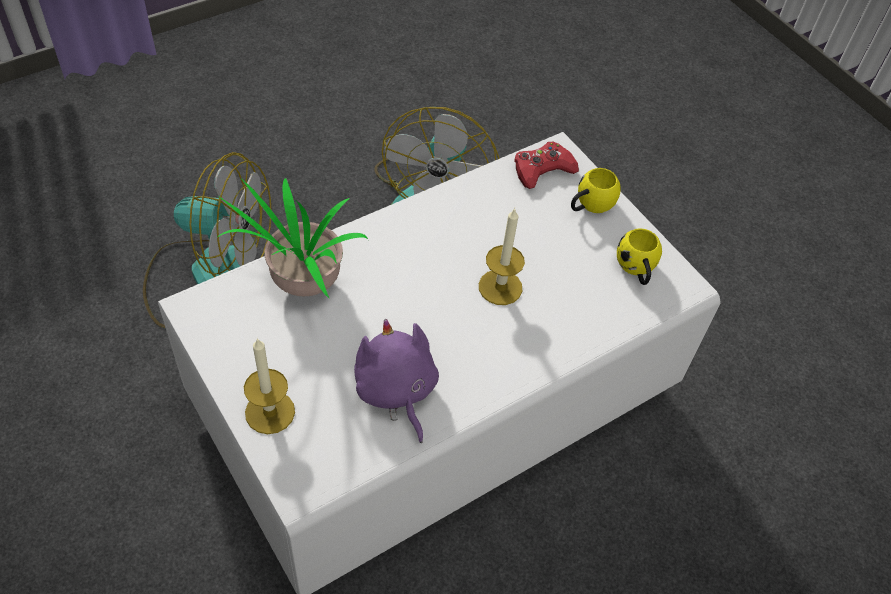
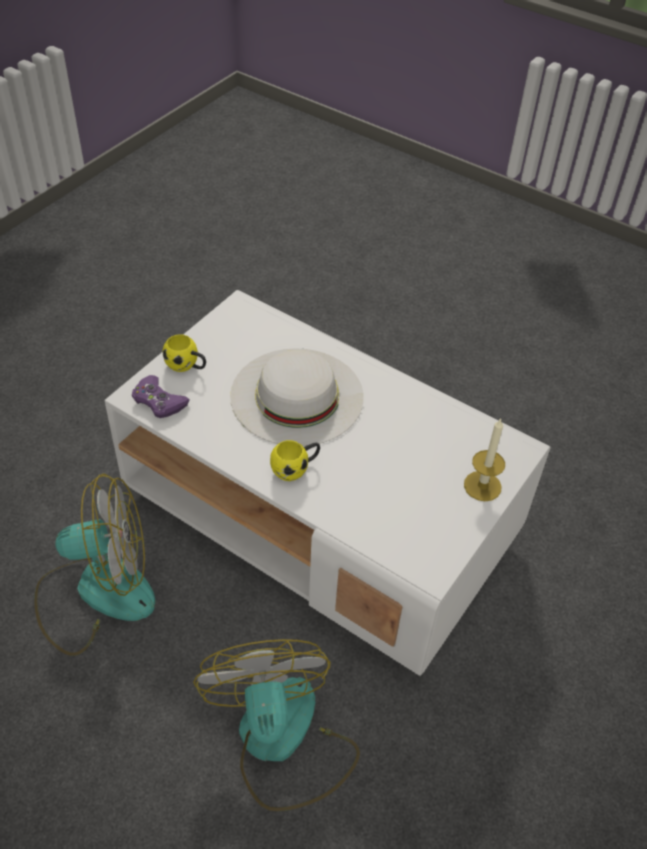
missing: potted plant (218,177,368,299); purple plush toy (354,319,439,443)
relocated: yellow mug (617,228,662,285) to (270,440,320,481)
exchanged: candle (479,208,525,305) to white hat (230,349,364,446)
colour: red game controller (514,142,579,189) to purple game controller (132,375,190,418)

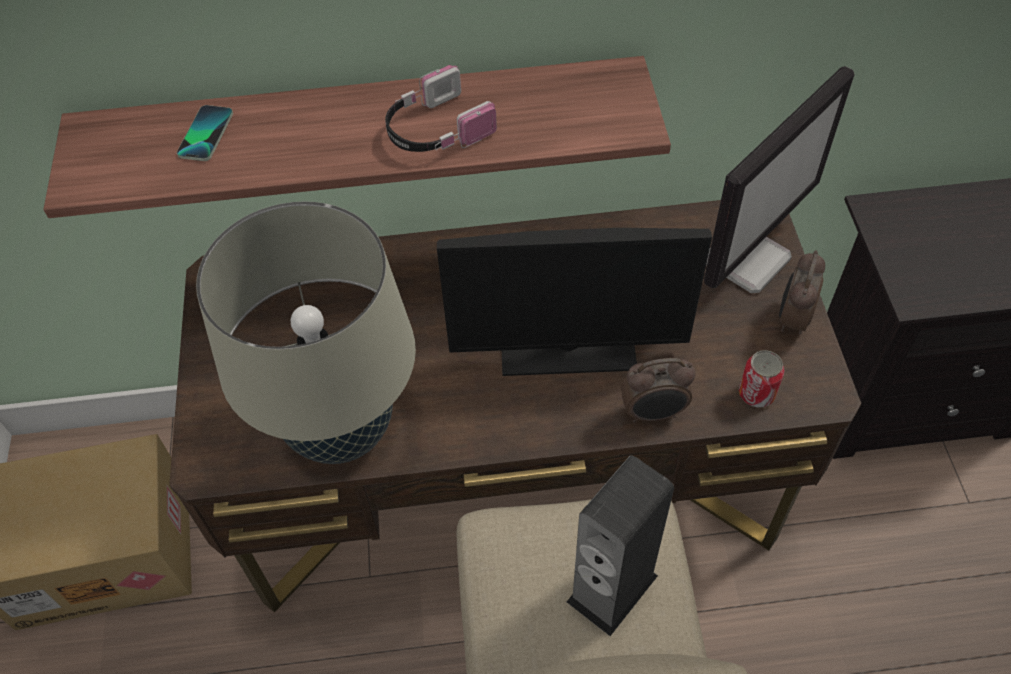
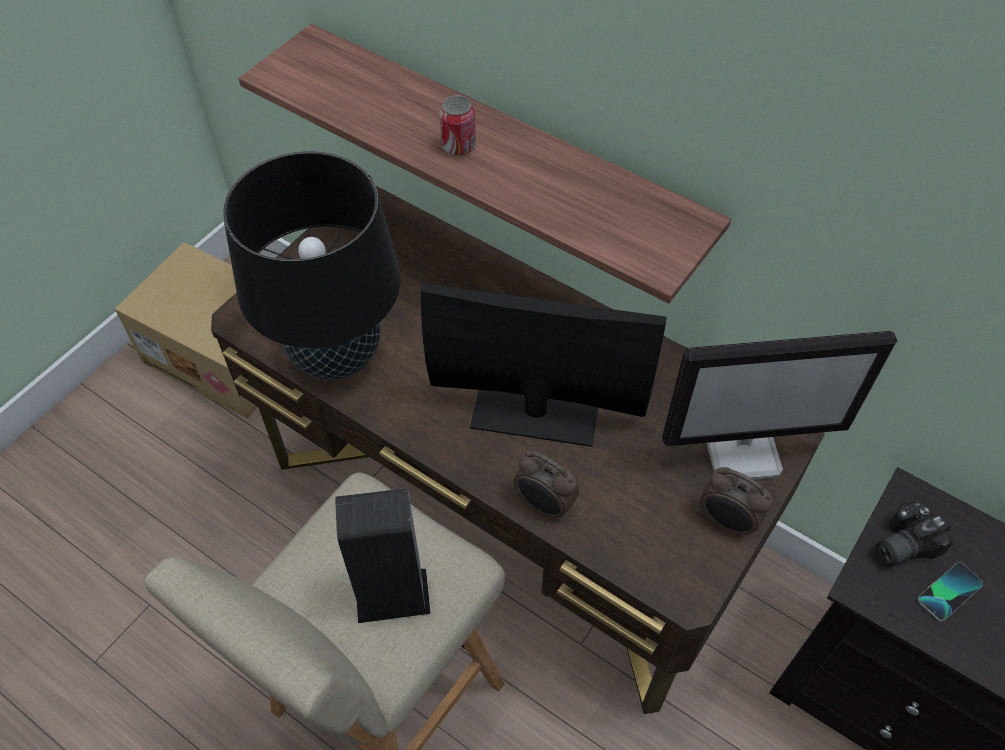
missing: headphones (385,65,497,152)
appeared: photo camera (875,499,953,566)
relocated: phone (177,105,233,161) to (918,562,983,621); can (739,350,785,407) to (439,95,476,156)
colour: beige table lamp (196,201,416,464) to black table lamp (223,151,401,380)
spun: monitor (437,228,712,376) = (420,283,667,447) 150 degrees clockwise; alarm clock (779,251,825,334) = (700,467,773,537) 120 degrees counterclockwise

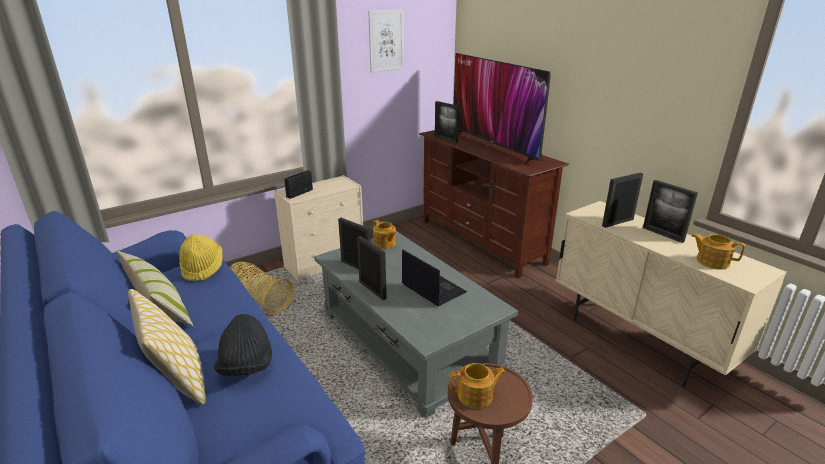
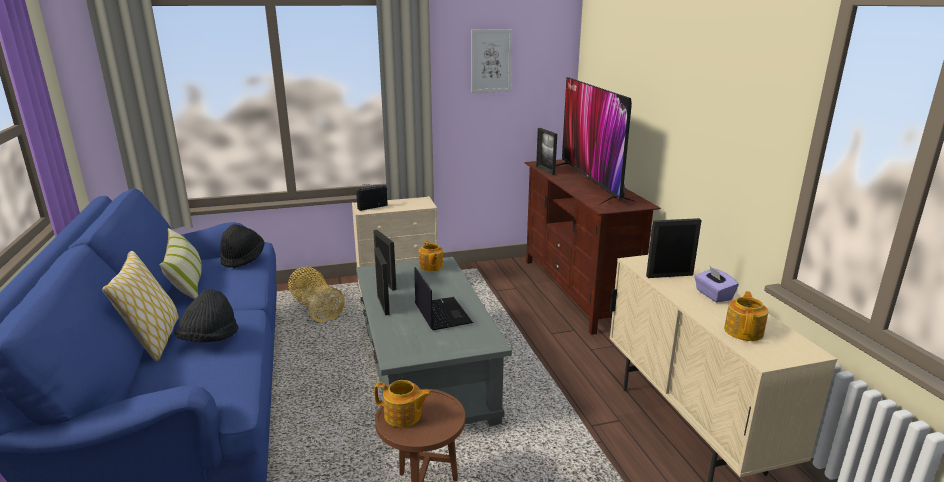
exchanged: picture frame (643,180,698,243) to purple tissue box (694,265,739,302)
colour: yellow hat (179,234,223,281) to black hat (220,224,264,268)
spun: teapot (691,233,745,270) = (724,291,769,341) 60 degrees clockwise

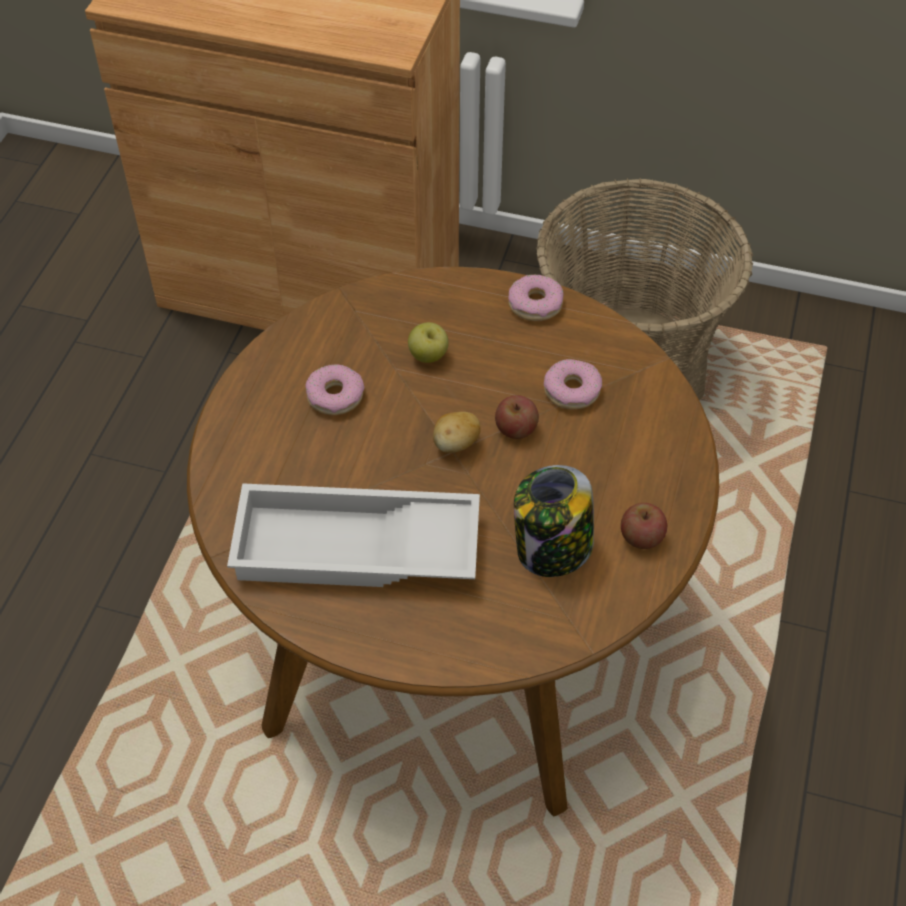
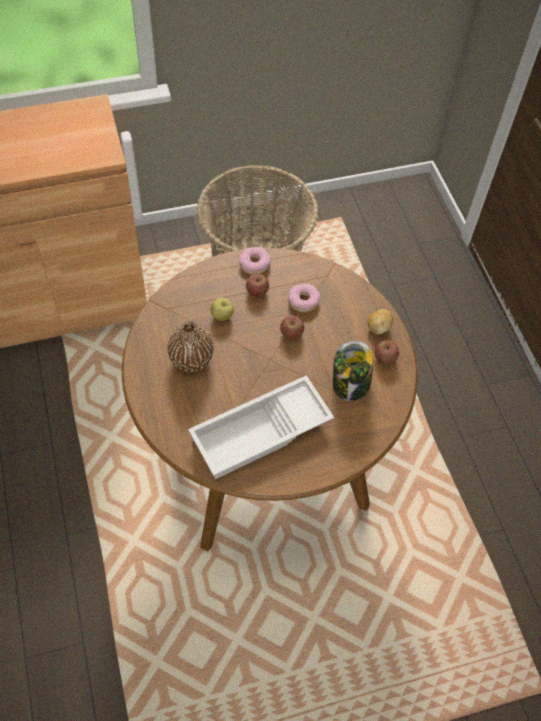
appeared: apple (246,273,269,297)
relocated: potato (433,412,481,453) to (367,309,393,334)
exchanged: donut (305,364,364,415) to brown vase (167,321,214,372)

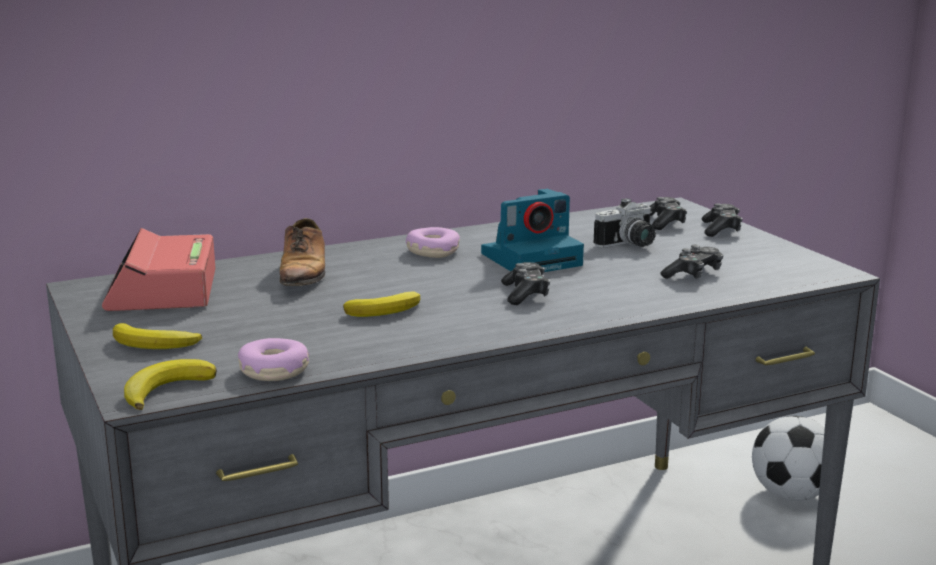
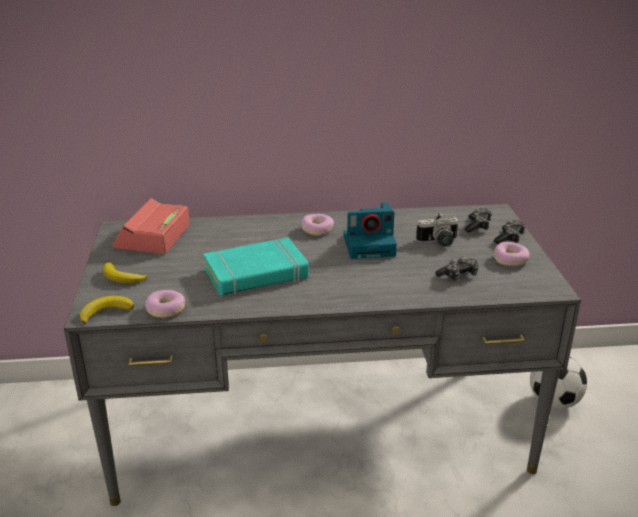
missing: shoe (280,218,325,286); game controller (501,262,550,305)
appeared: donut (493,242,529,266)
exchanged: banana (343,292,421,317) to turquoise book (203,237,309,296)

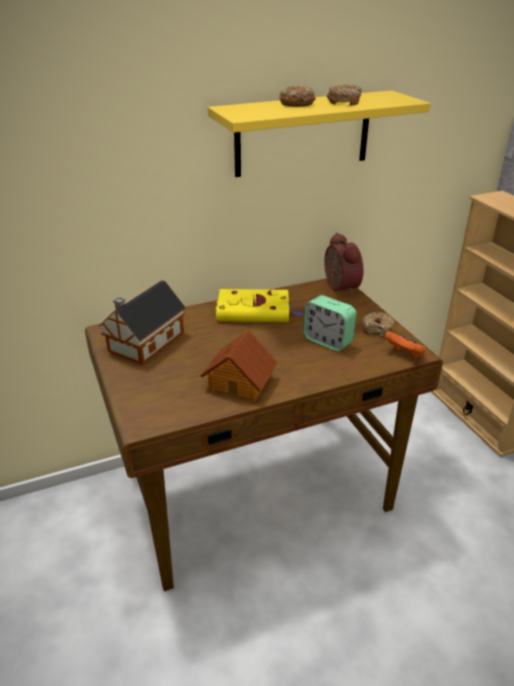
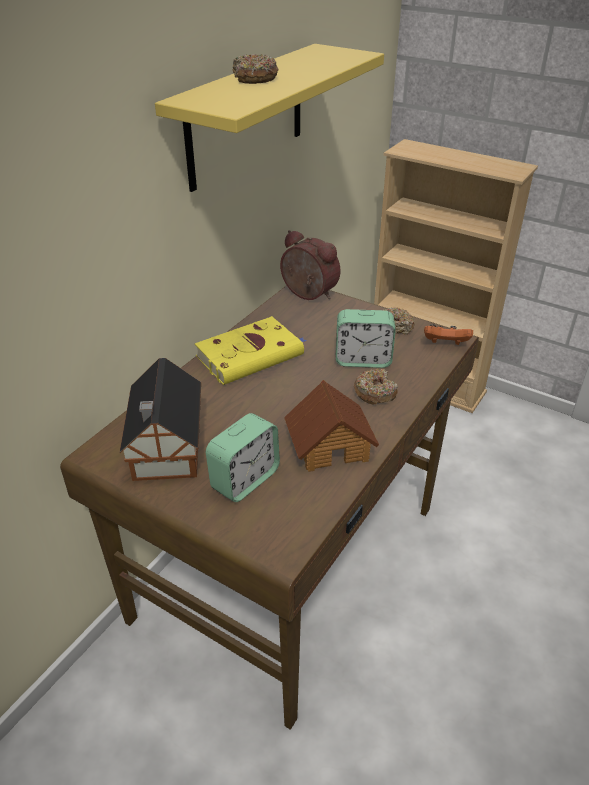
appeared: alarm clock (206,413,280,502)
relocated: donut (327,84,362,106) to (354,369,398,405)

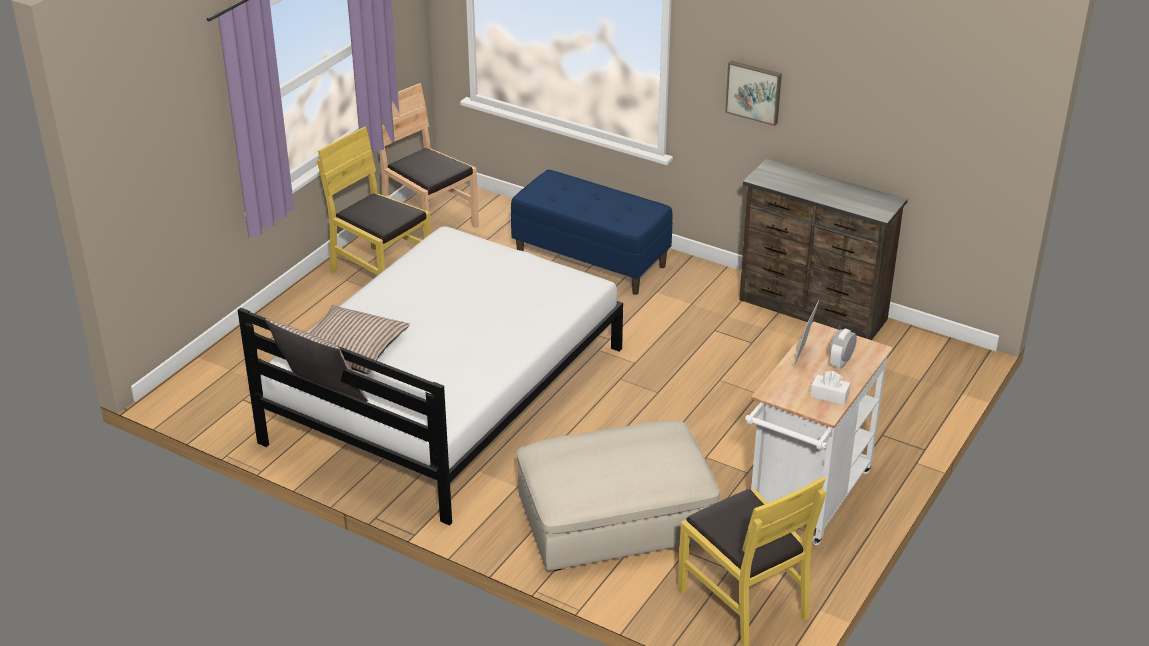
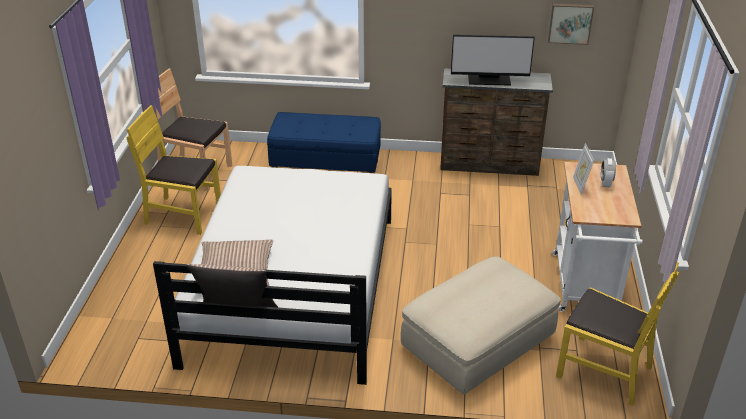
missing: white tissue box (810,371,850,405)
appeared: monitor (451,35,535,86)
relocated: picture (725,61,782,126) to (548,4,594,45)

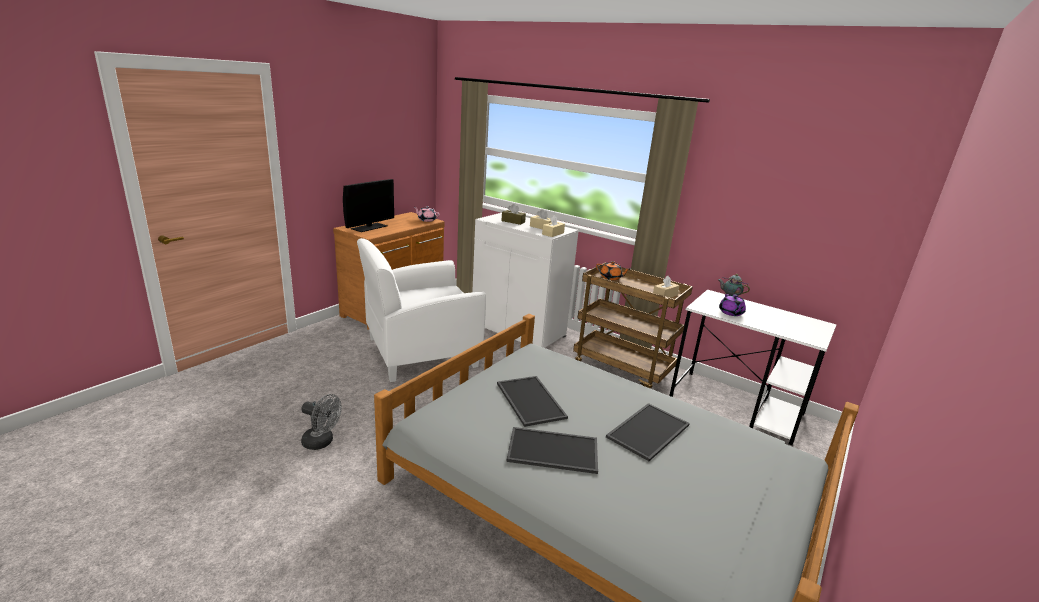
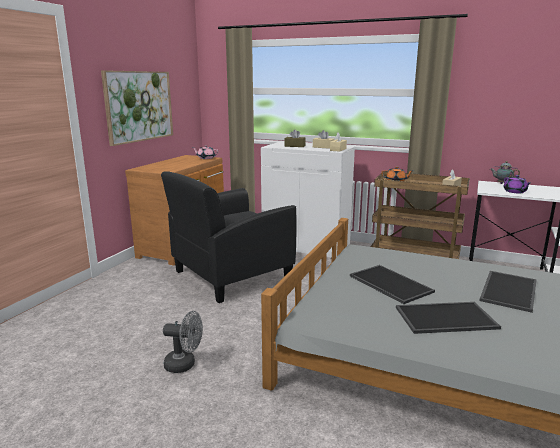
missing: monitor (343,179,394,232)
appeared: picture (101,70,173,146)
colour: white armchair (357,238,486,382) to black armchair (161,171,296,303)

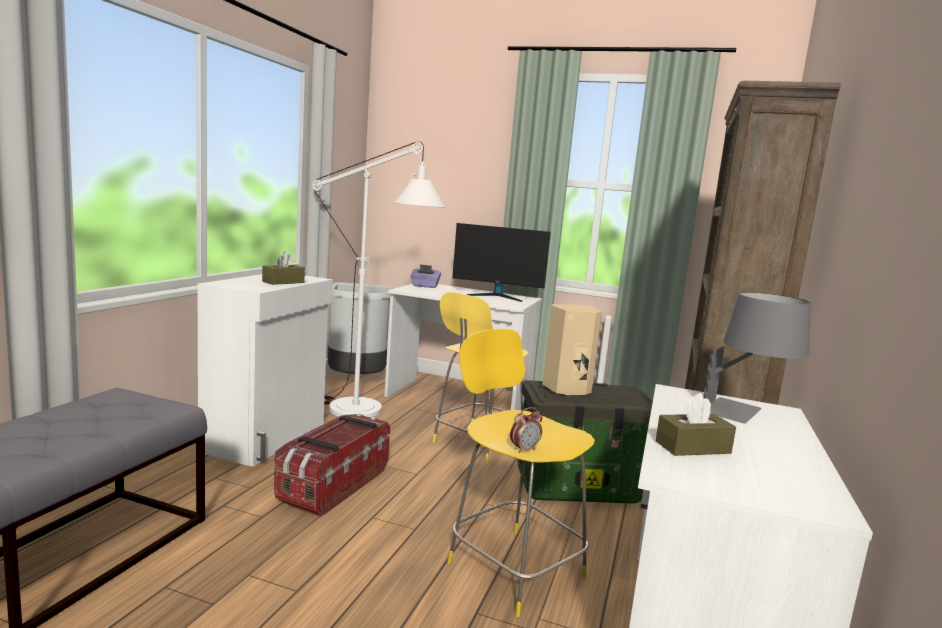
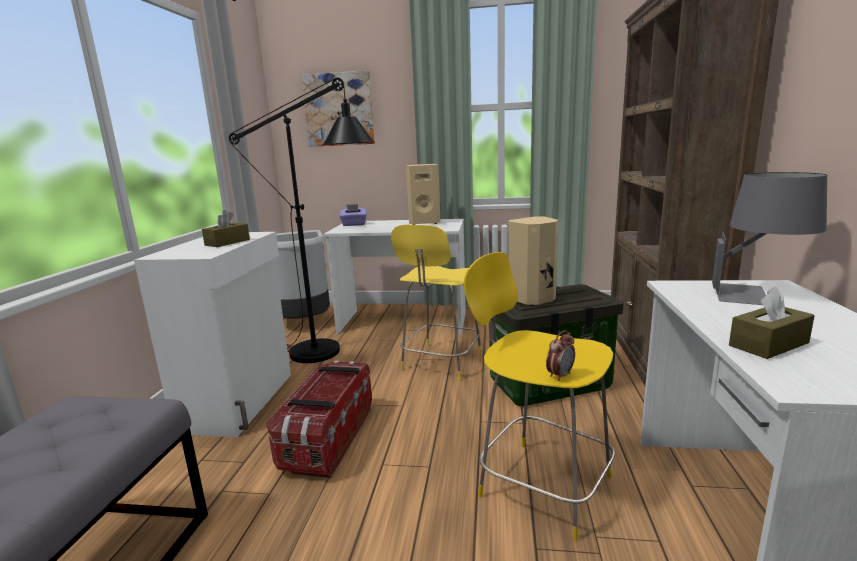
appeared: picture (301,70,375,147)
exchanged: monitor (452,223,551,302) to beige speaker (406,164,440,225)
colour: white floor lamp (313,141,446,418) to black floor lamp (229,78,375,363)

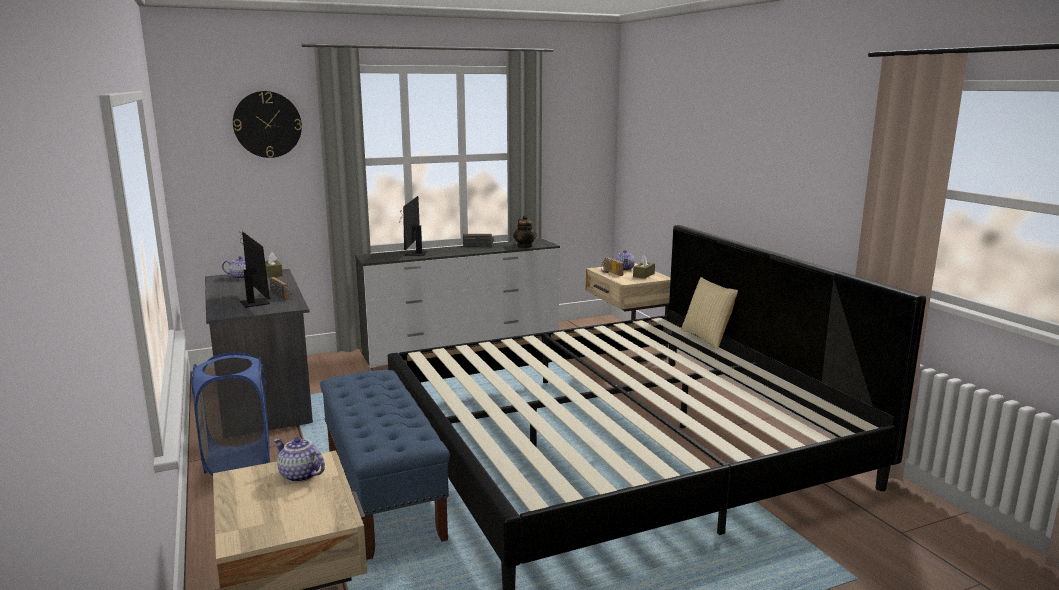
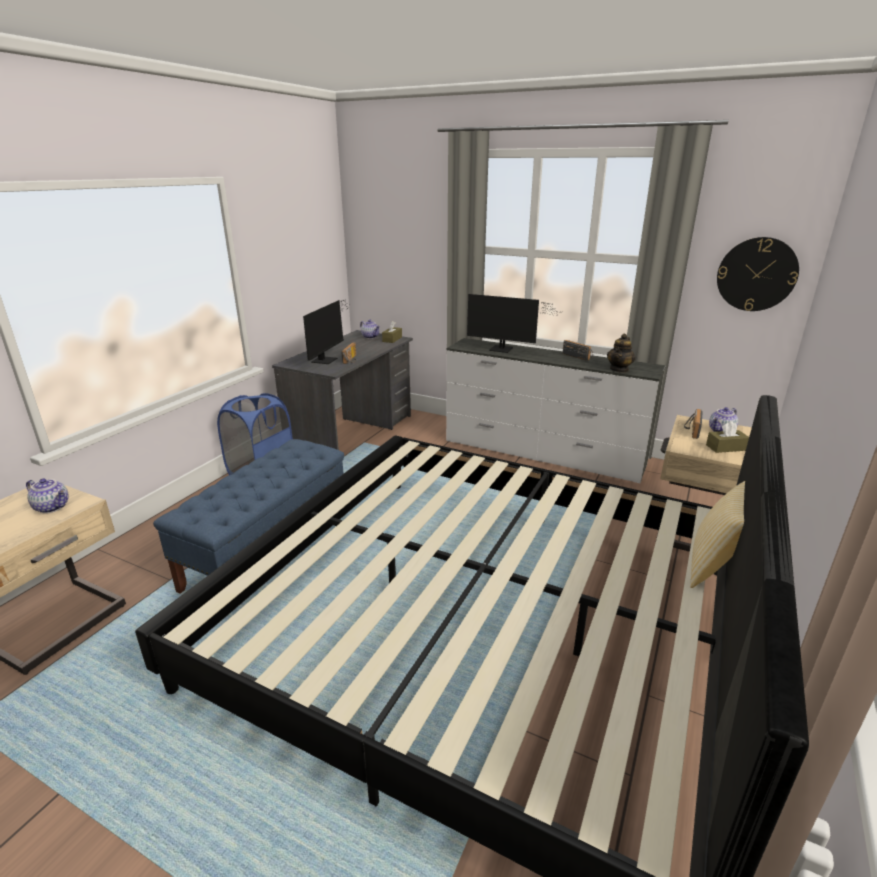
relocated: wall clock (233,91,302,158) to (717,237,799,311)
spun: teapot (274,437,325,482) = (26,478,69,513) 120 degrees clockwise; monitor (400,196,428,256) = (467,294,563,353) 120 degrees counterclockwise

